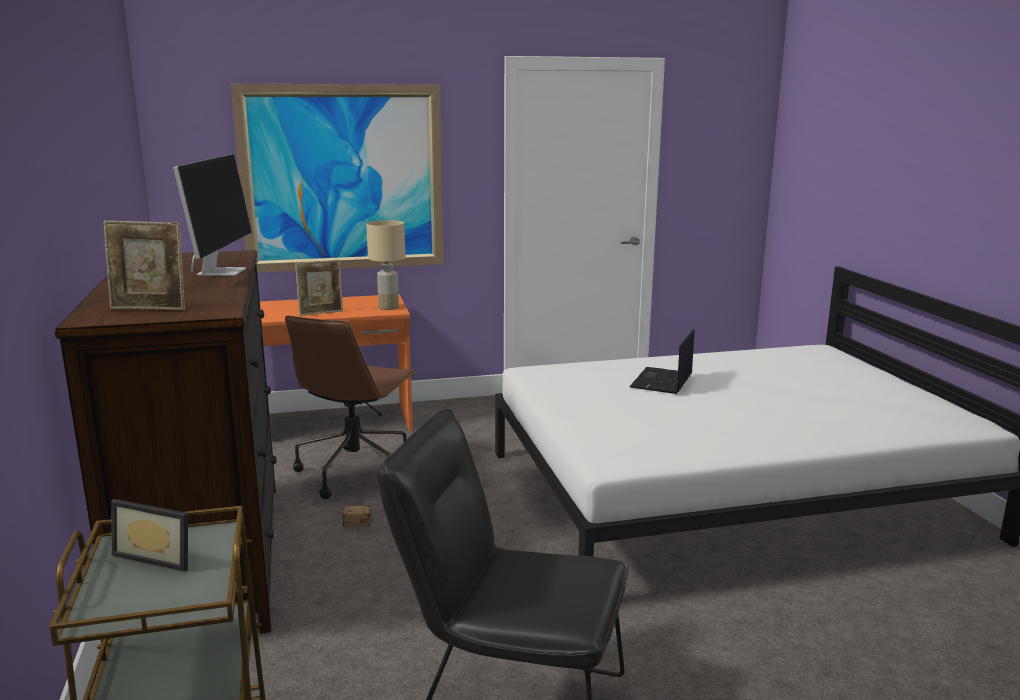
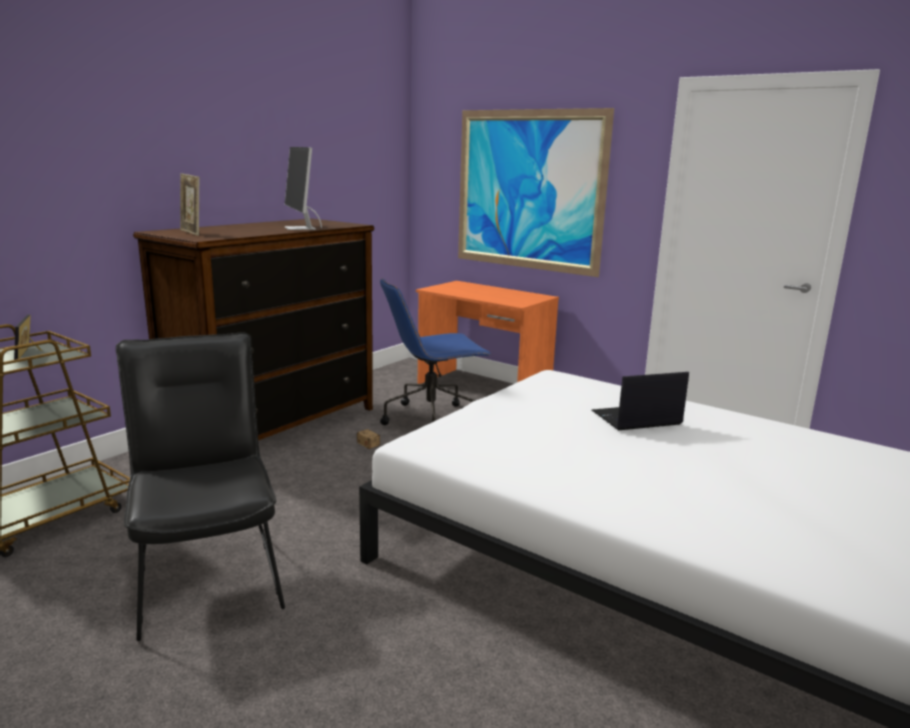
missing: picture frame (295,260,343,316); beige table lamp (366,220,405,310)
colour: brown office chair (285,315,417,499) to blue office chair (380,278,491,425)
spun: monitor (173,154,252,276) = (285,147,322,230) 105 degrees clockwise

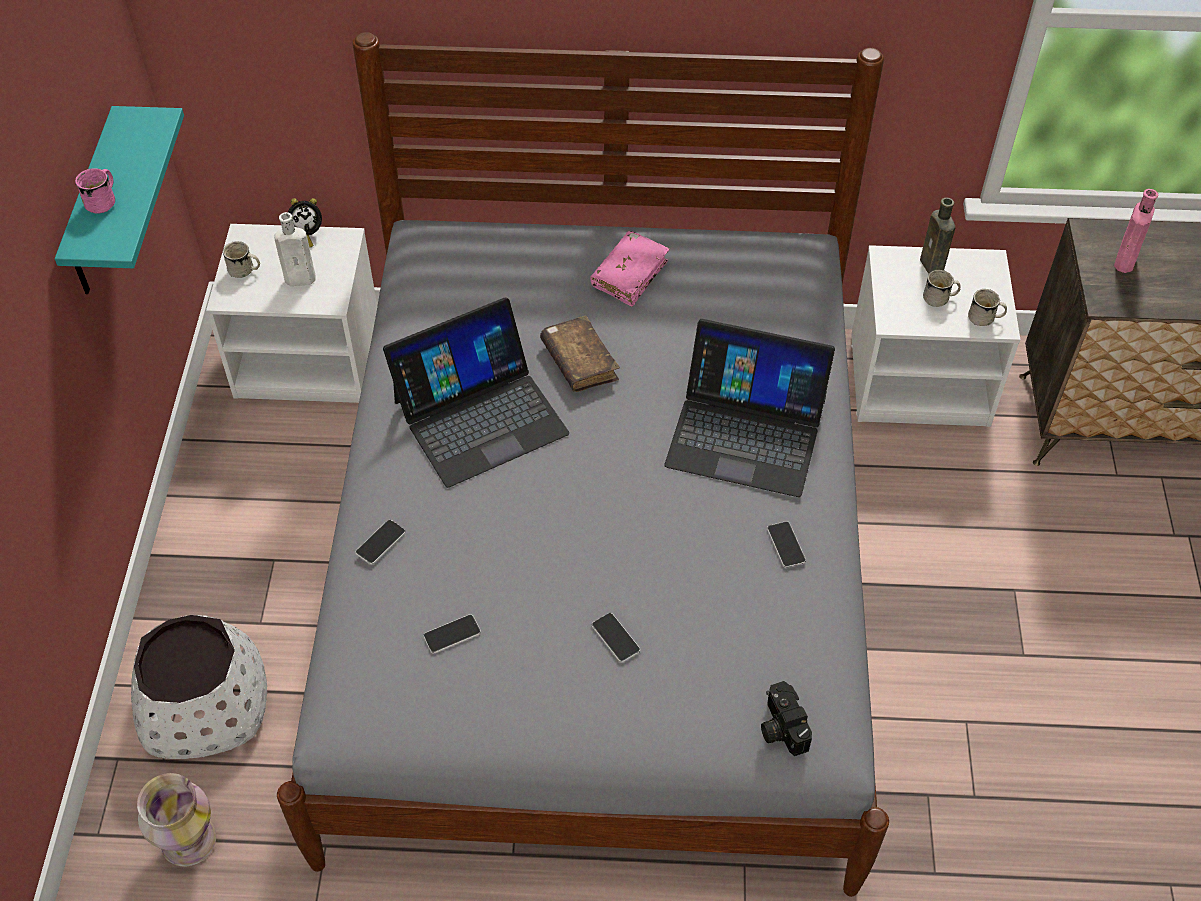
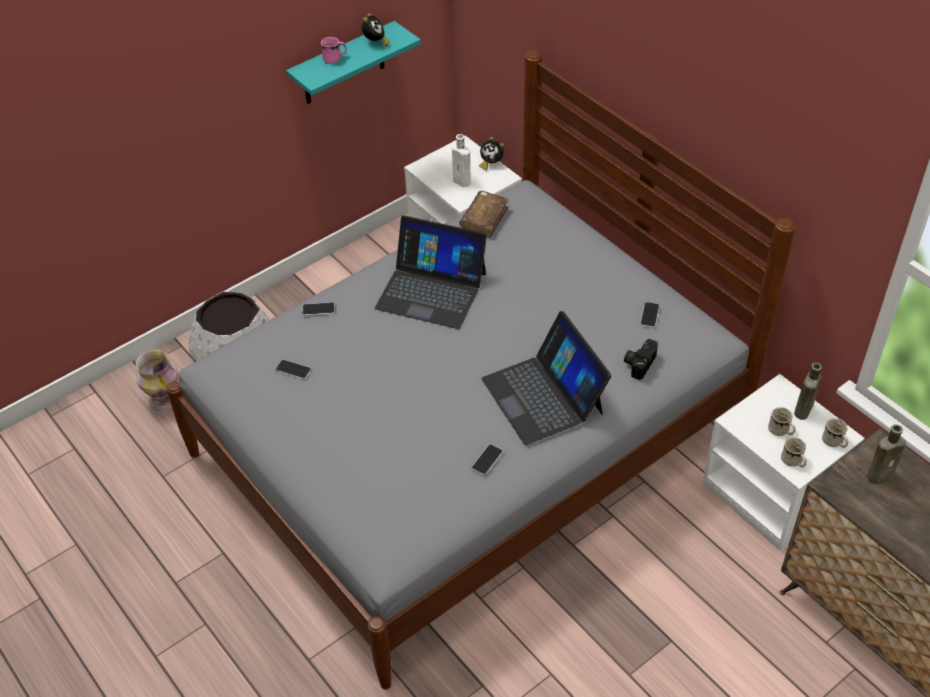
missing: pink book (590,231,670,307)
appeared: alarm clock (362,13,390,46)
relocated: white mug (223,241,260,278) to (822,418,848,448); brown book (540,316,620,392) to (460,191,509,238); phone (592,613,640,663) to (640,302,660,328); photo camera (761,681,812,756) to (624,339,658,380)
colour: pink bottle (1114,189,1158,273) to brown bottle (867,424,906,484)

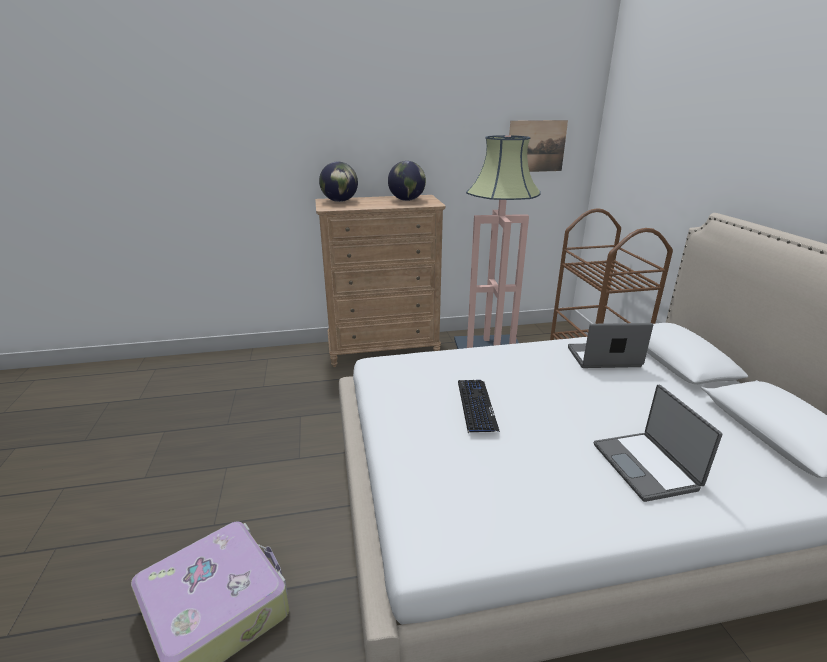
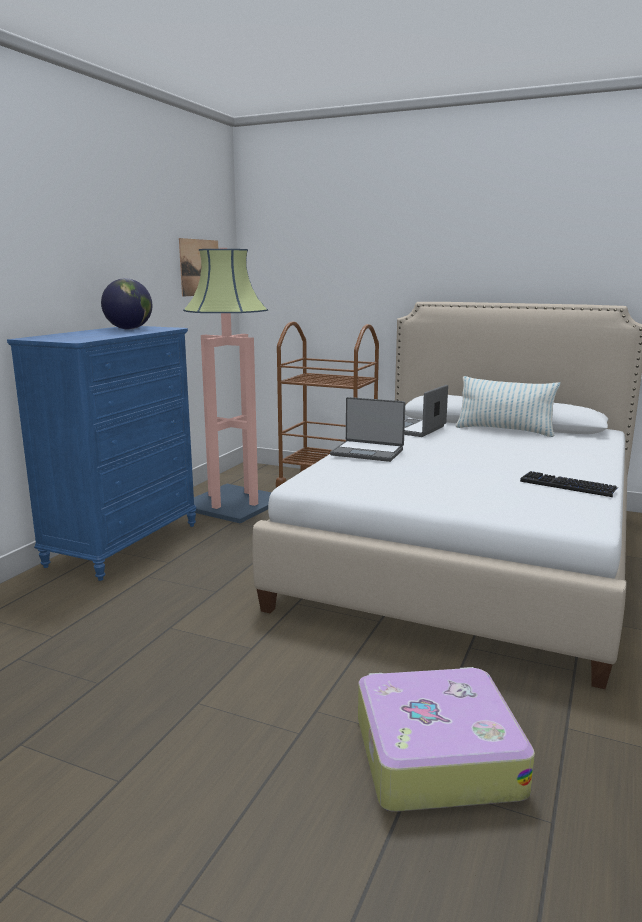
missing: globe (319,161,358,202)
appeared: pillow (456,376,560,437)
relocated: keyboard (458,380,500,433) to (520,471,617,497); laptop (594,385,722,502) to (330,397,405,462)
colour: brown dresser (315,195,446,367) to blue dresser (7,326,196,581)

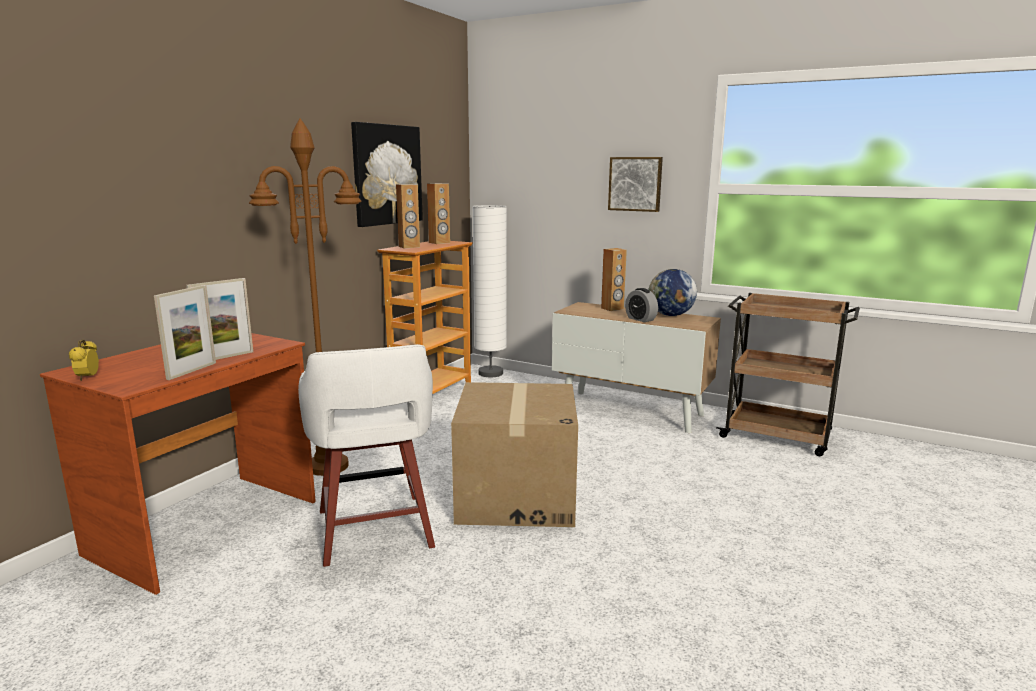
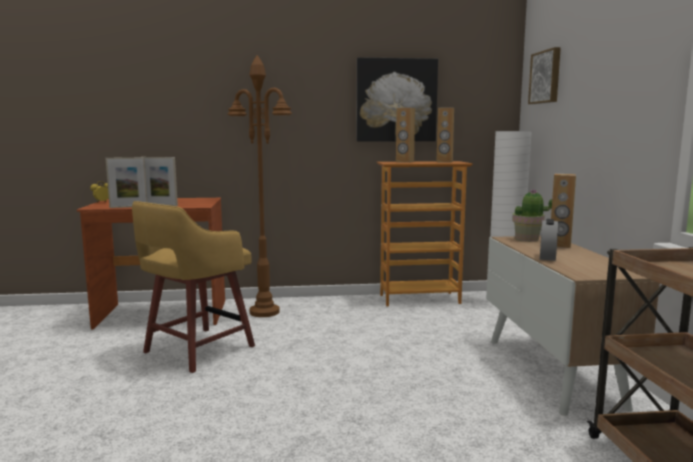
missing: cardboard box (451,382,578,527); globe (649,269,697,316)
appeared: potted plant (512,189,552,241)
relocated: picture (608,157,663,212) to (528,47,561,104)
colour: white stool (298,344,435,567) to yellow stool (132,201,255,373)

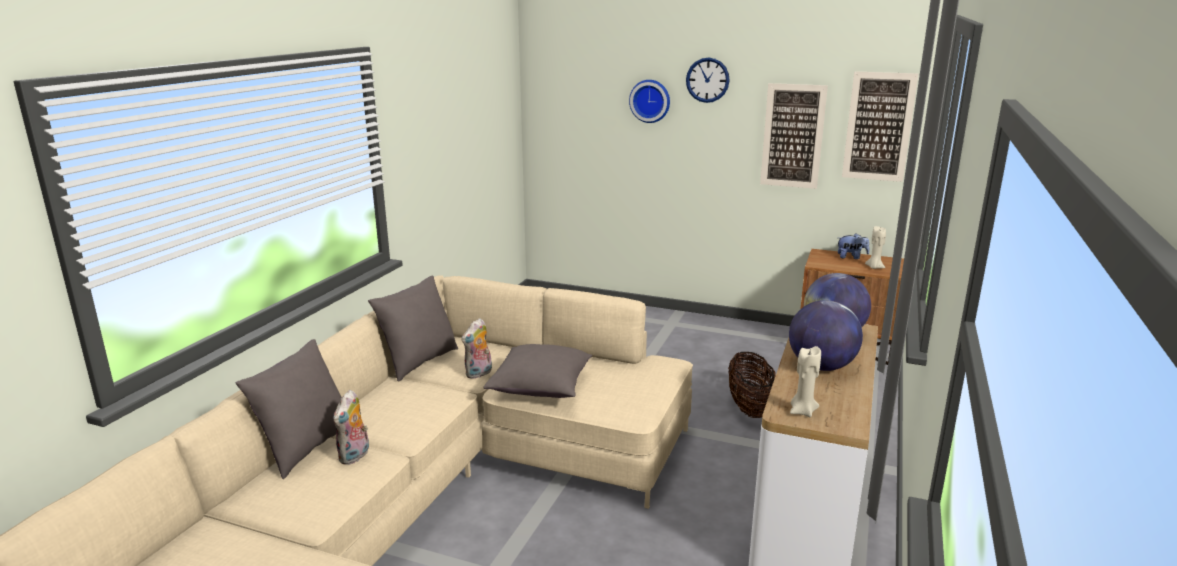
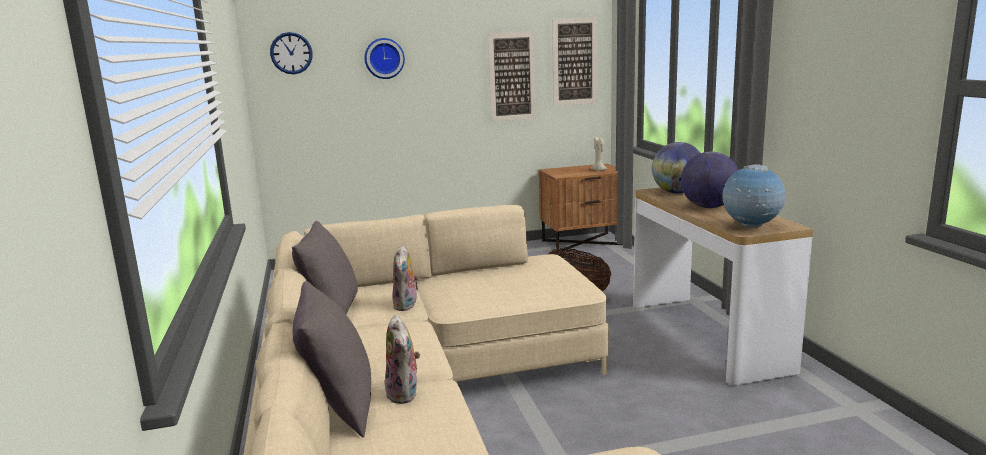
missing: grey pillow (483,344,592,398); plush toy (838,233,869,259)
relocated: wall clock (686,58,730,103) to (270,32,313,74)
exchanged: beige candle (790,346,821,417) to globe (722,164,785,228)

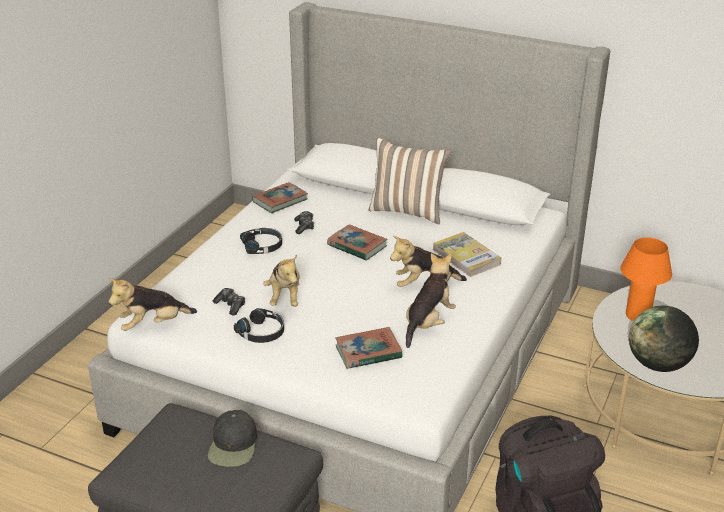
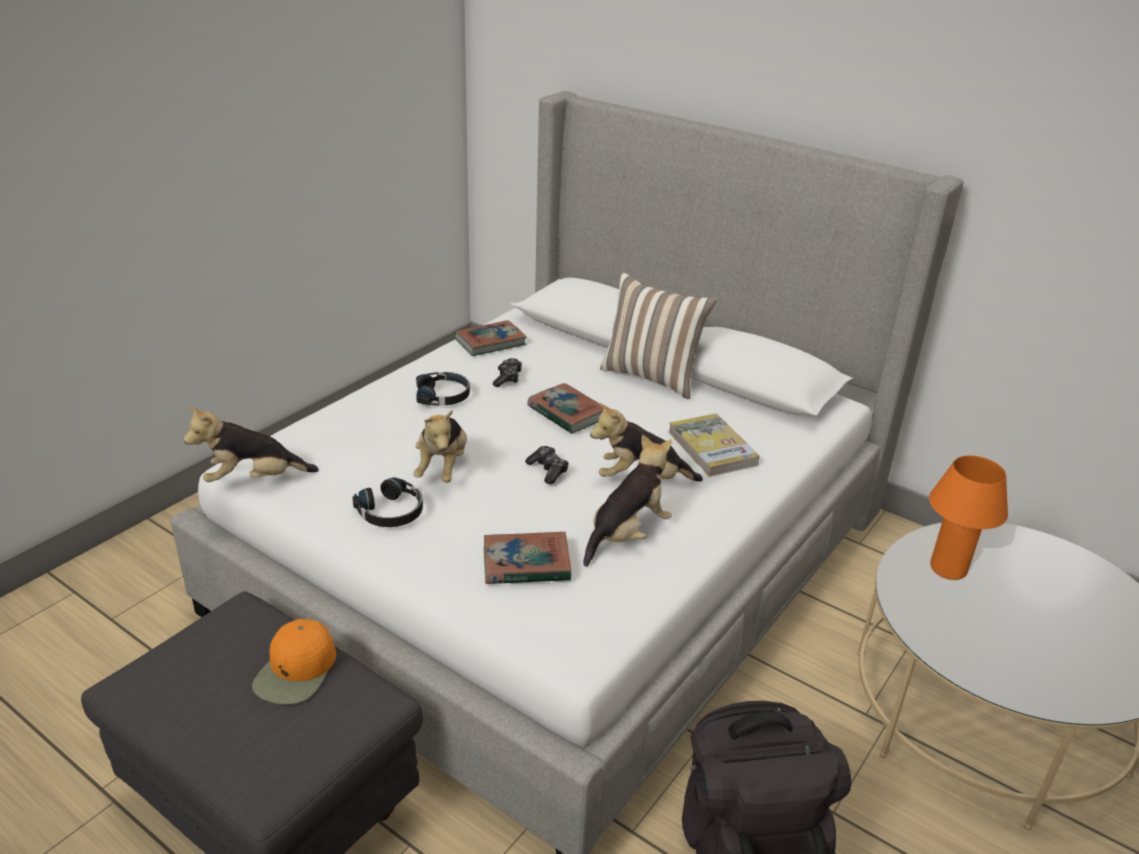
missing: globe (629,306,699,372)
relocated: game controller (213,288,245,316) to (525,446,569,484)
colour: black cap (208,410,257,467) to orange cap (252,619,336,705)

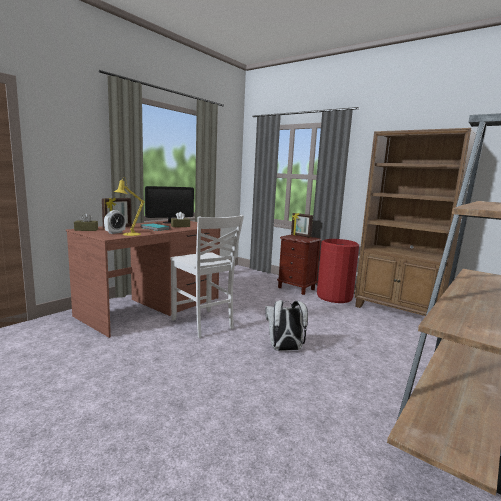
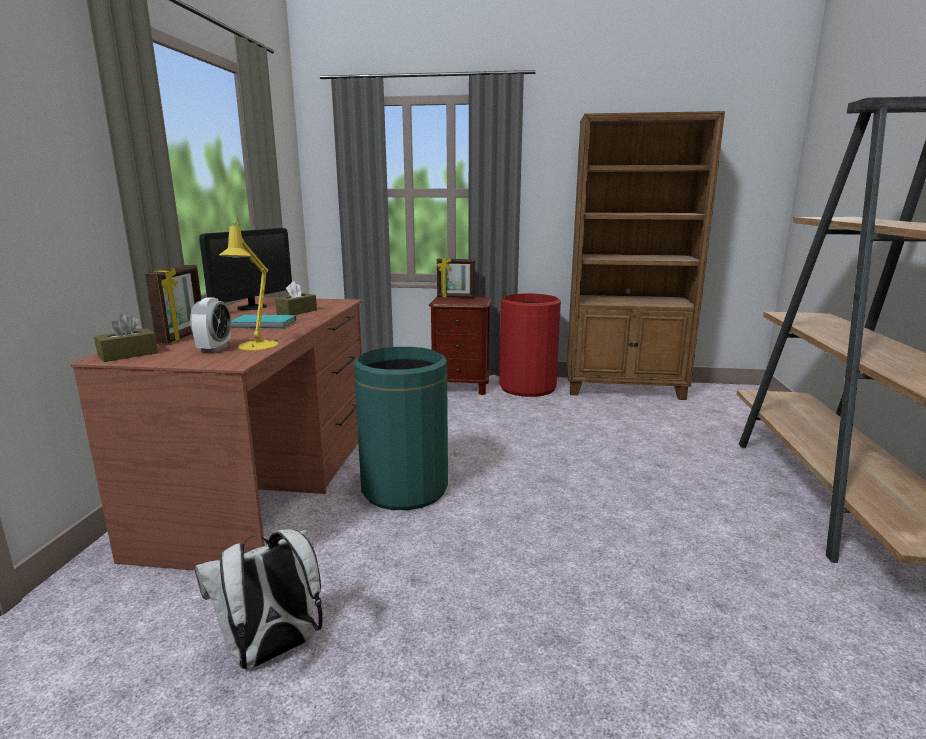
relocated: white backpack (265,300,308,351) to (195,529,323,669)
exchanged: white chair (170,215,244,338) to green trash can (354,347,448,510)

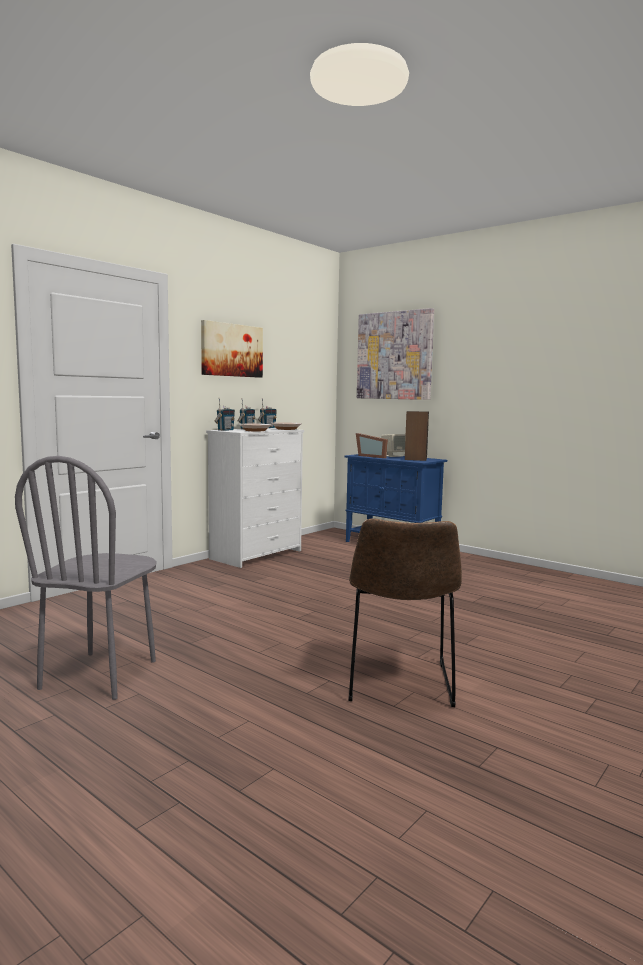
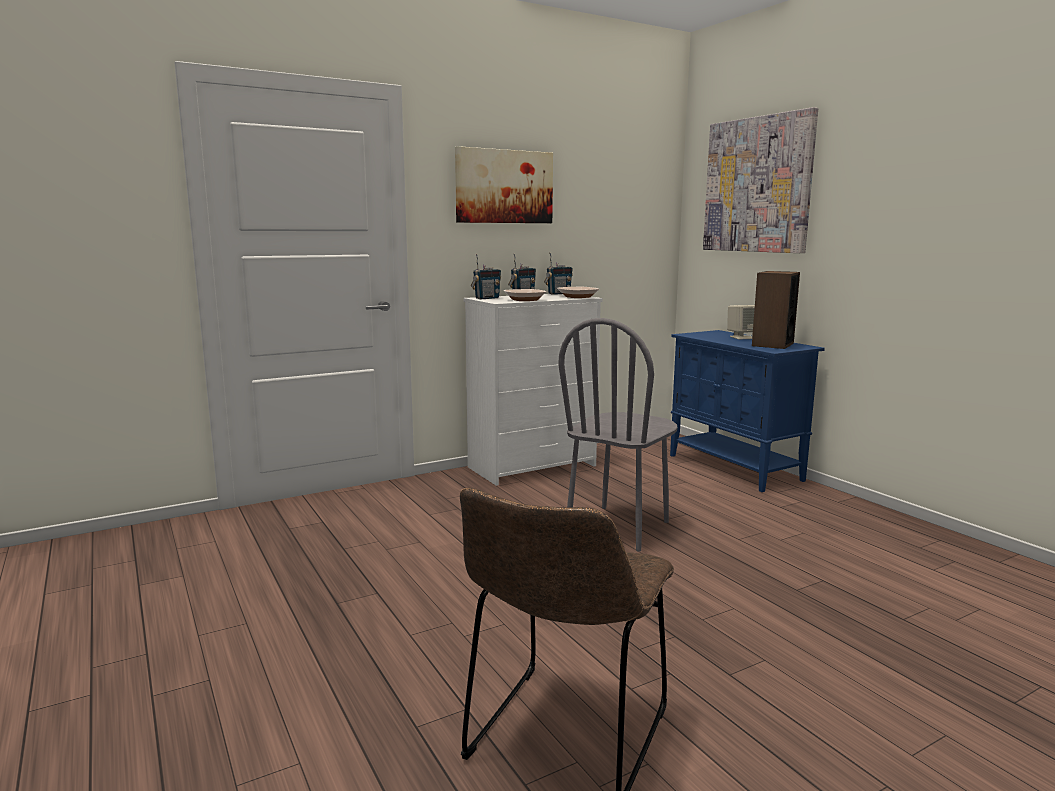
missing: picture frame (356,433,388,458)
relocated: grey chair (15,456,157,700) to (558,318,678,552)

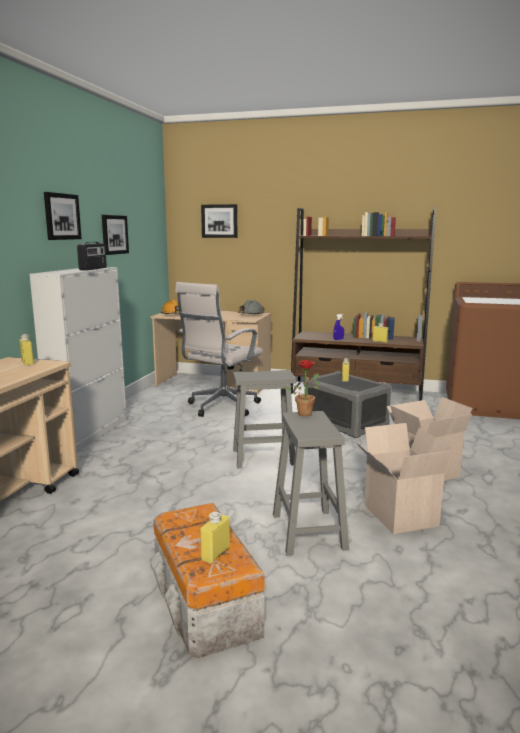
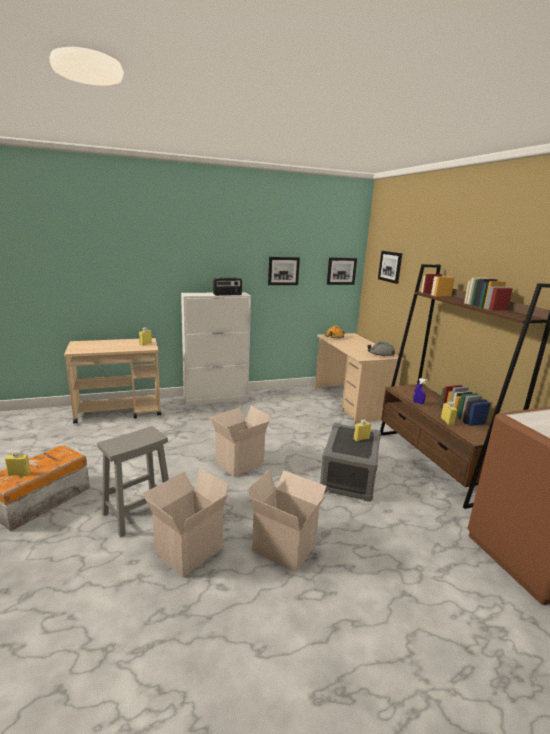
missing: white office chair (176,282,263,417); potted plant (284,360,320,416)
relocated: picture (44,192,82,240) to (327,257,357,285)
exchanged: grey stool (233,370,296,468) to cardboard box (210,406,270,477)

